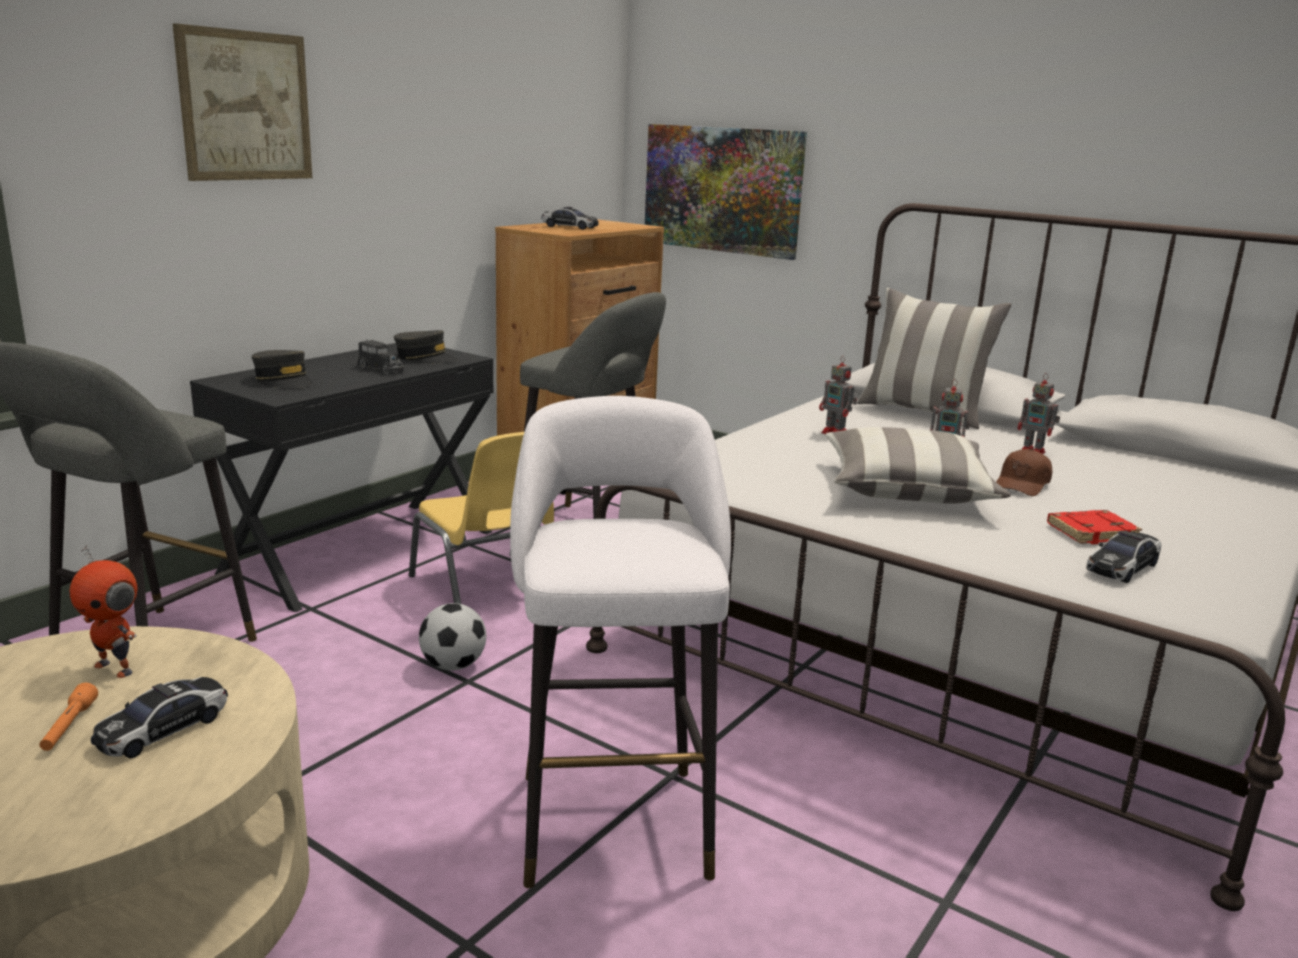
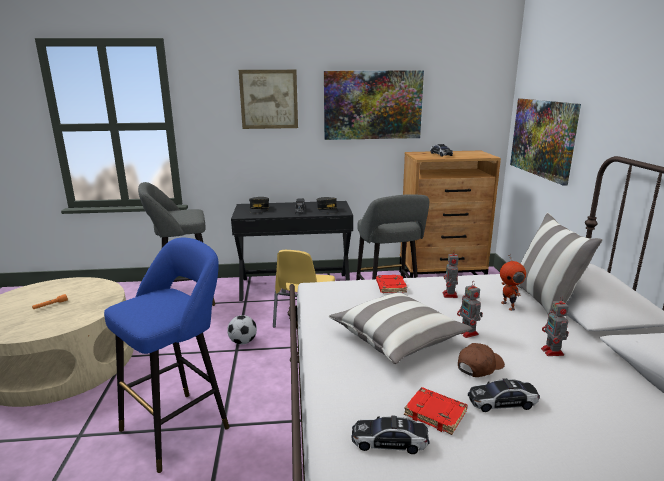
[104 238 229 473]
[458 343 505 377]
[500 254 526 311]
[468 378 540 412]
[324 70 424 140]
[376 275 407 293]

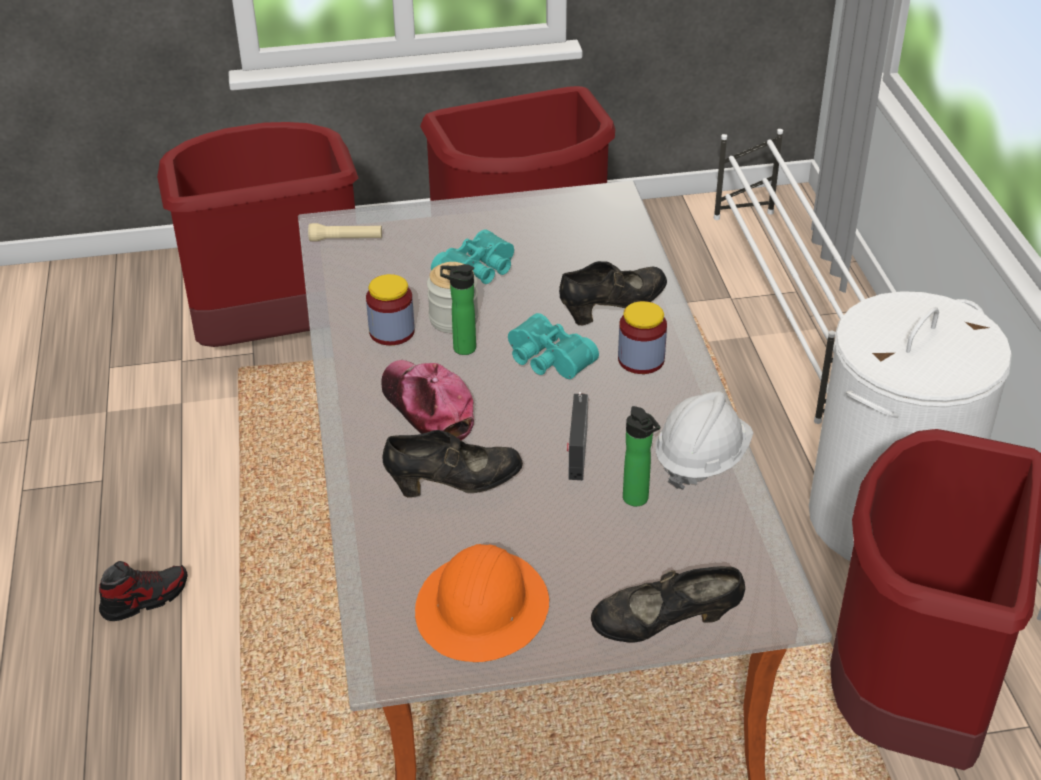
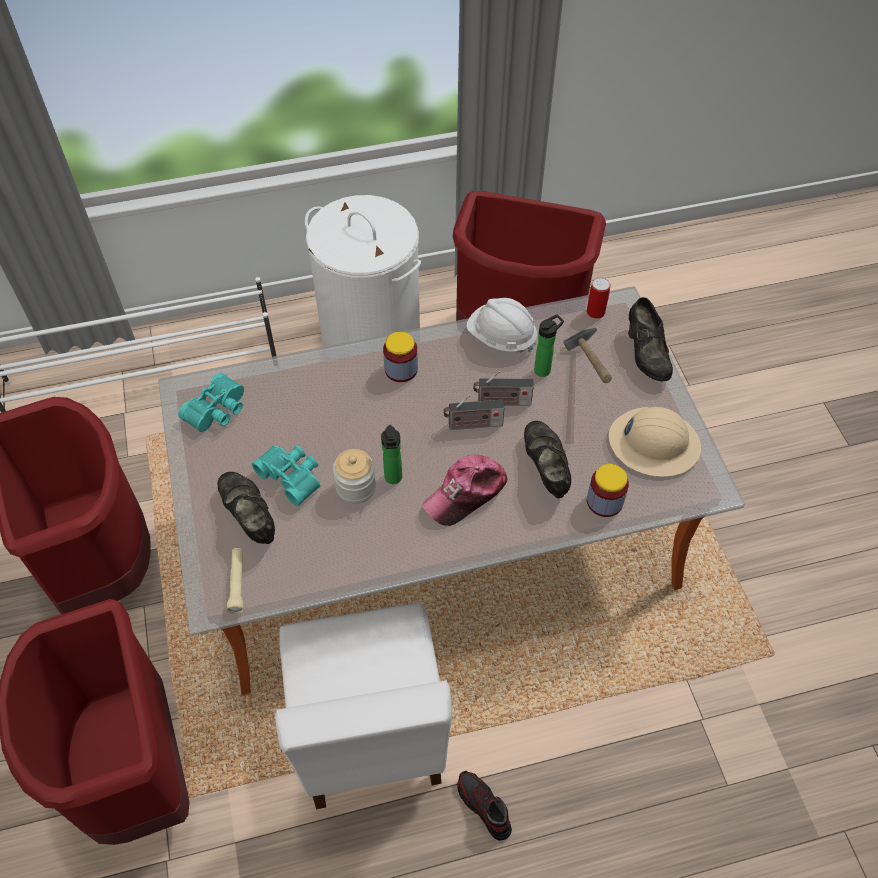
[217 472 275 544]
[587 464 629 517]
[178 373 244 432]
[609 407 701 476]
[586 277 611 319]
[563 328 612 383]
[443 394 505 430]
[275 603 452 809]

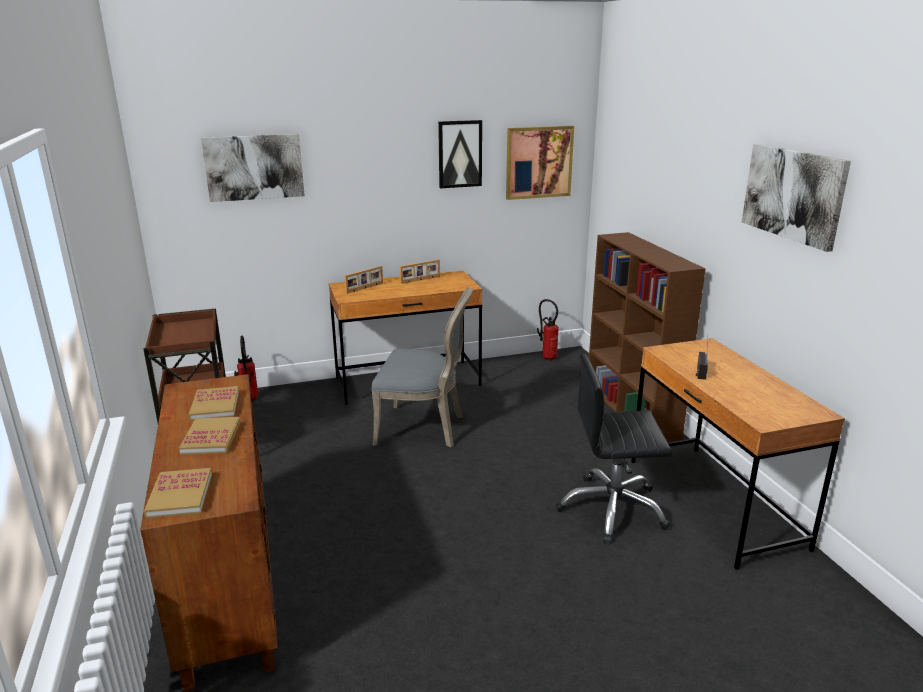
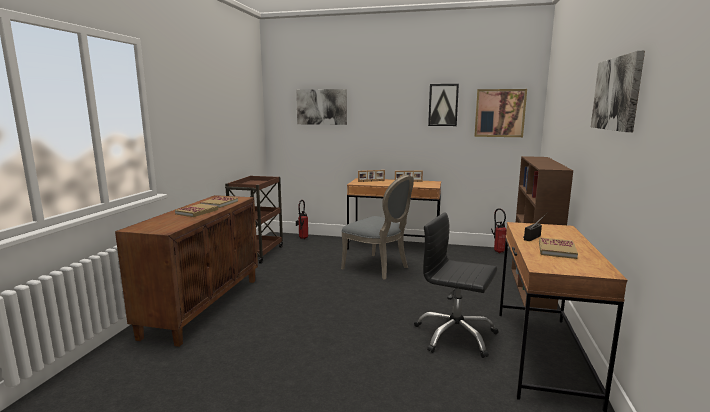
[539 237 578 259]

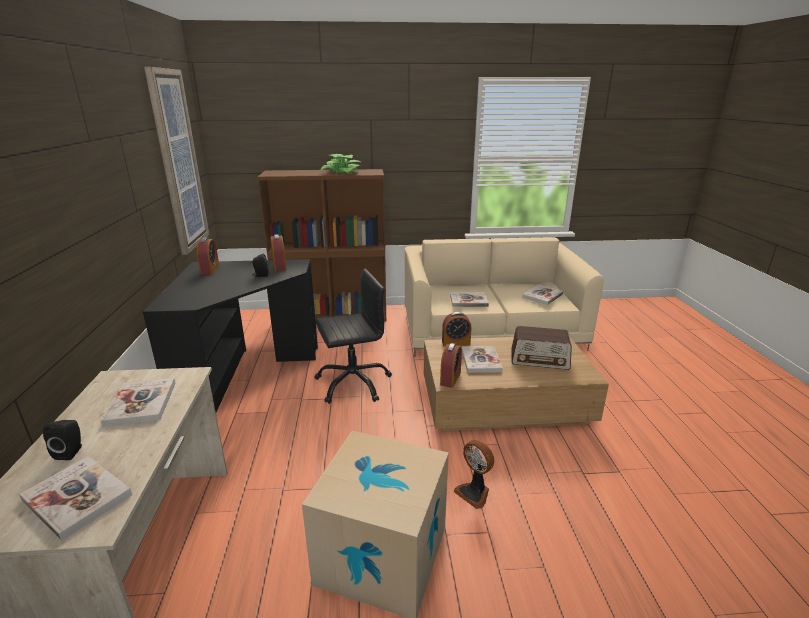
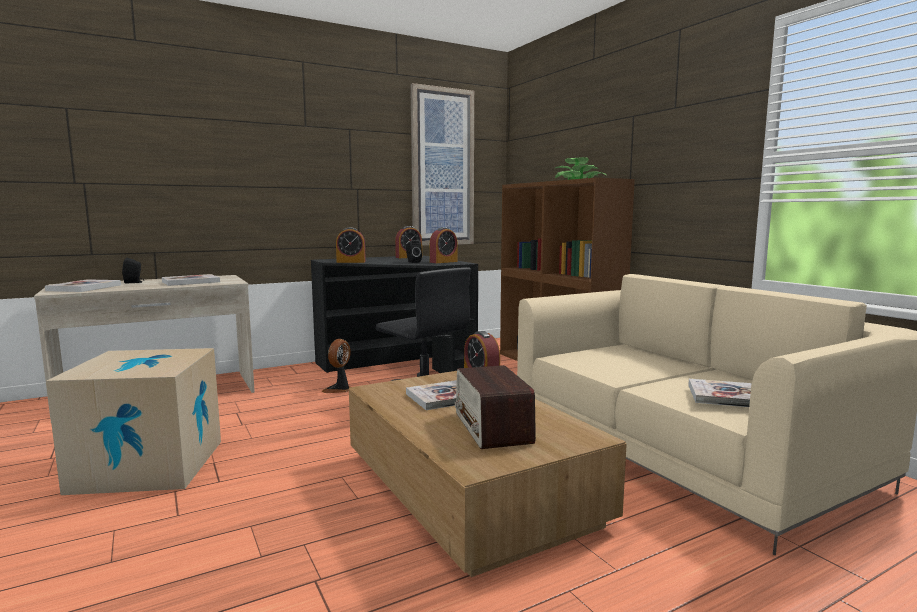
[450 292 489 307] (first image)
[336 227 366 263]
[322 339 351 393]

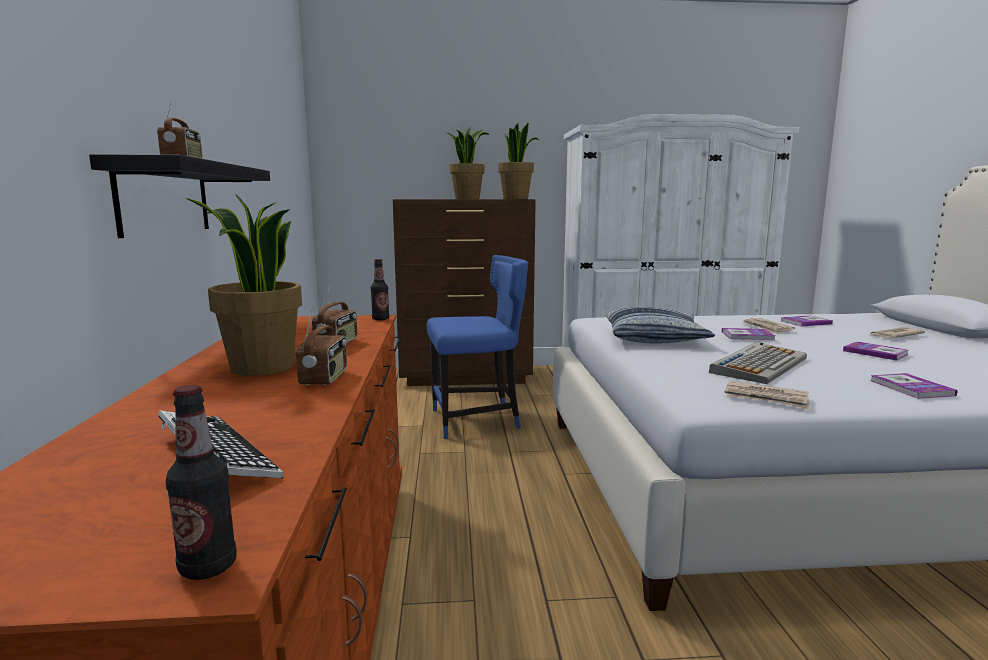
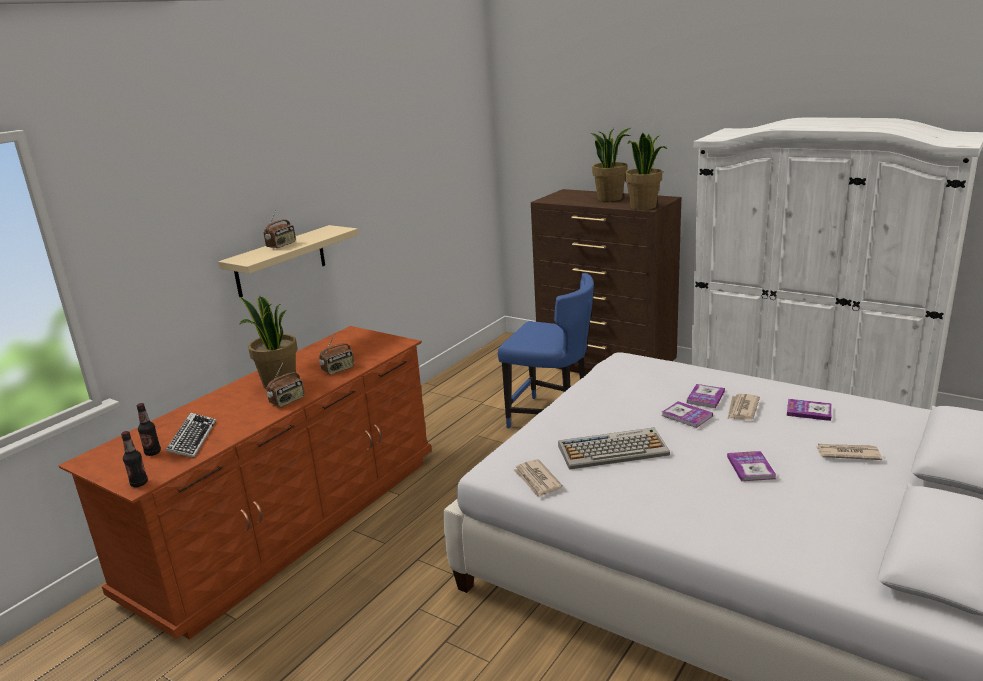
[218 225 359 298]
[137 403 161 456]
[606 307 715 344] (first image)
[686 384 725 408]

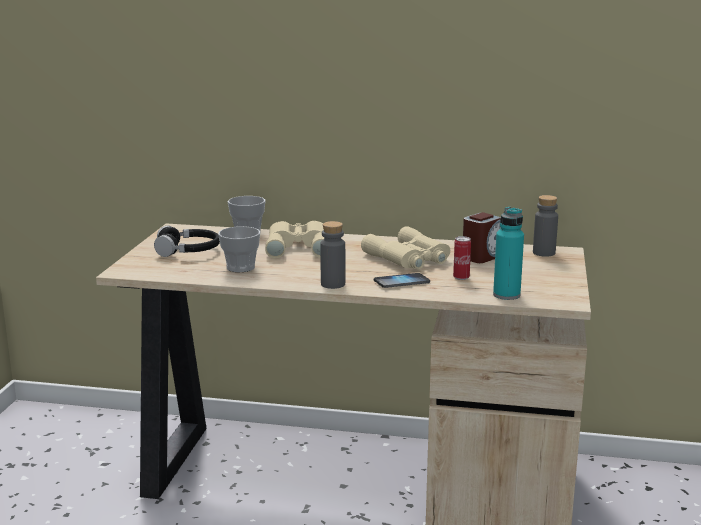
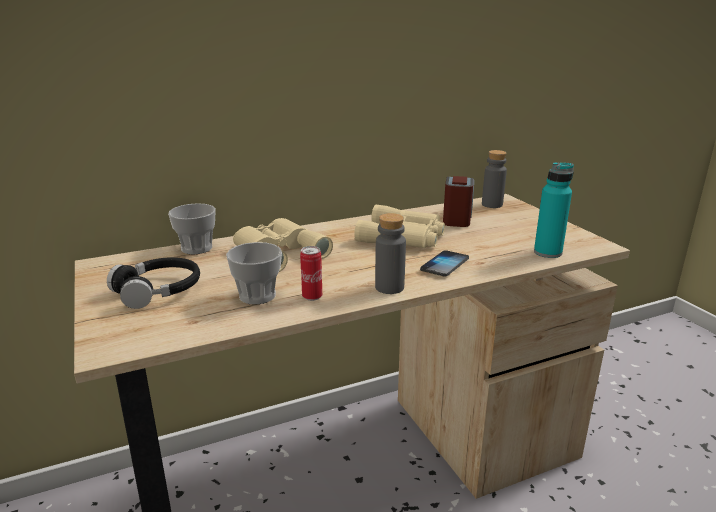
[300 246 322 301]

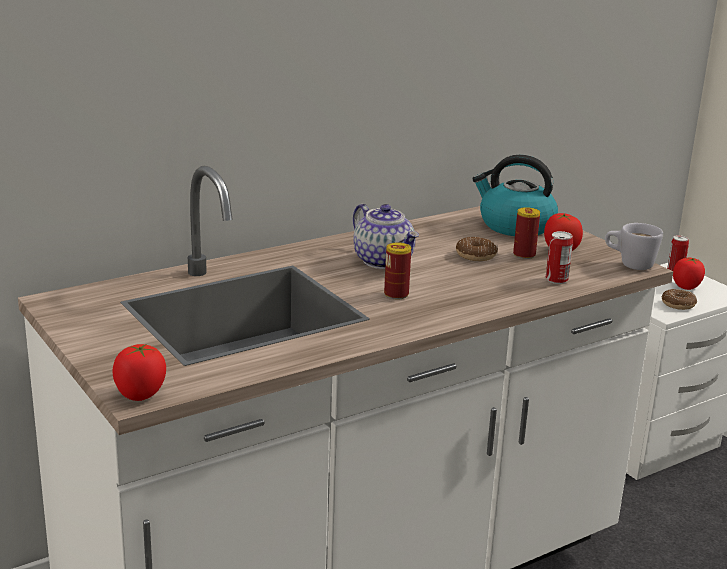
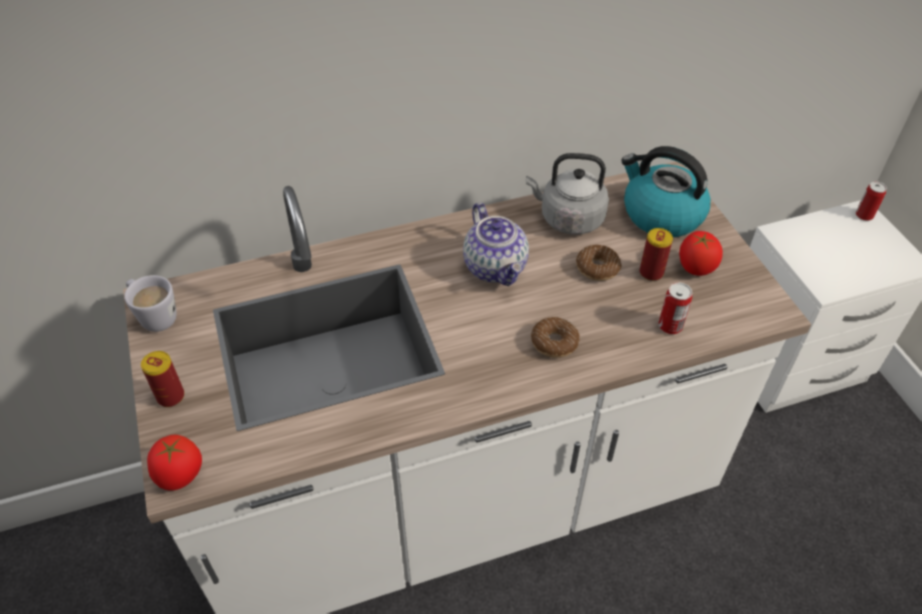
[124 275 177 332]
[141 351 184 407]
[673 258 705 290] (first image)
[531 317 580 358]
[526 153 609 234]

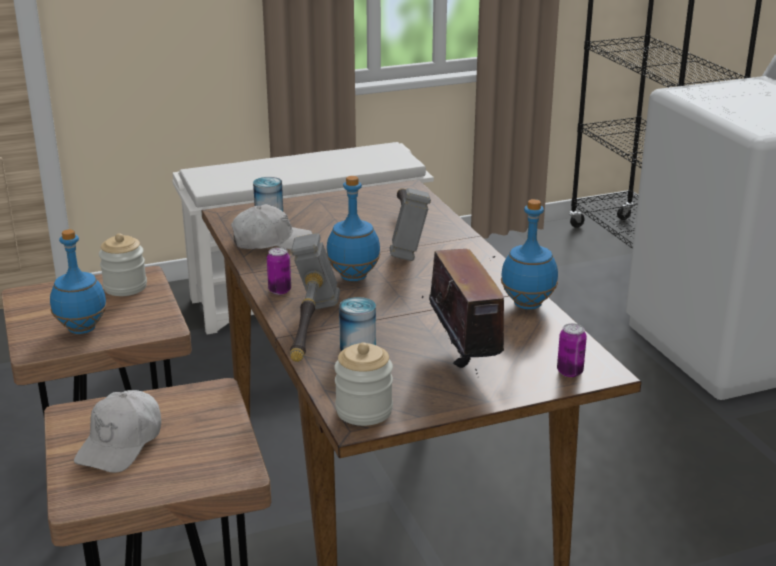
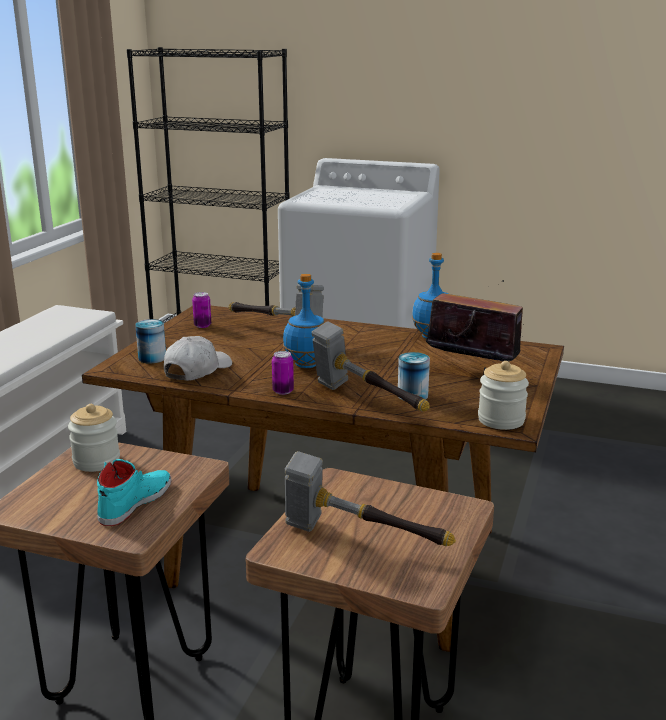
[97 459 172 526]
[192 292 211 328]
[285 451 456 546]

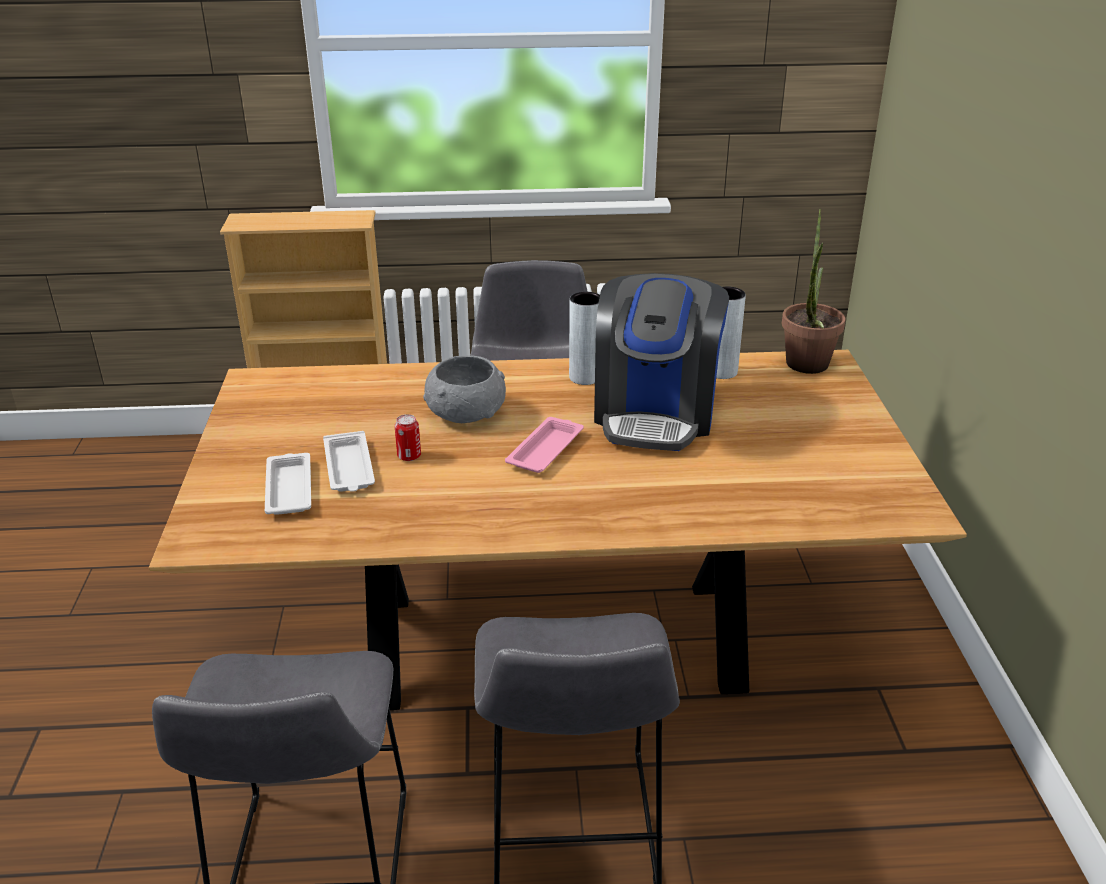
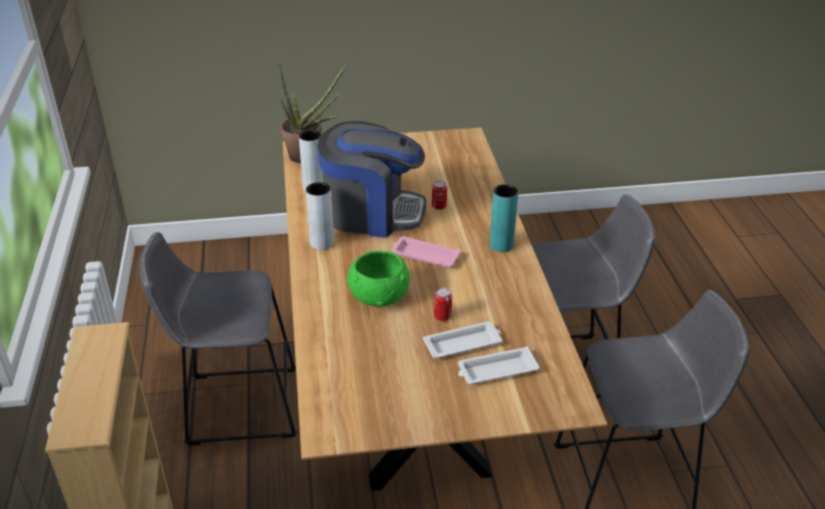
[347 251 410 307]
[432 180 447 210]
[490 184 518 252]

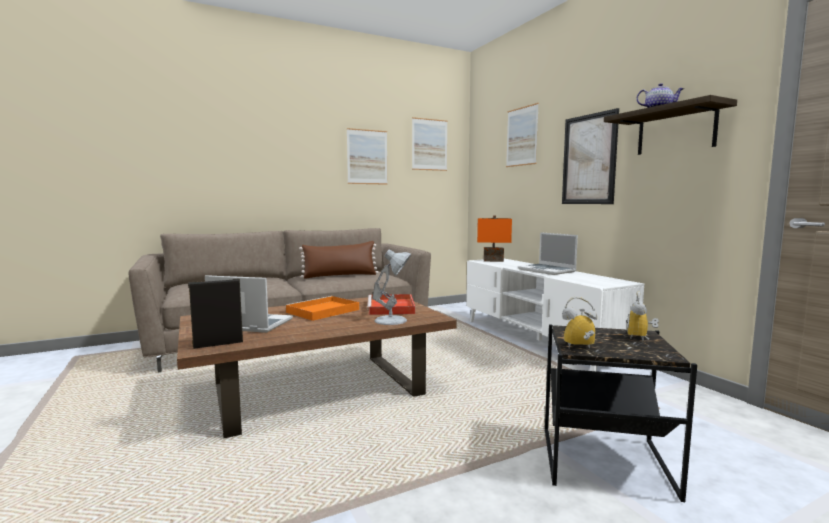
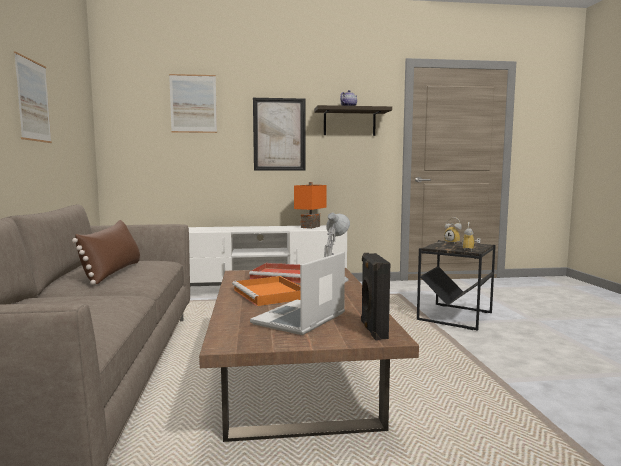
[412 117 448 171] (first image)
[294 182 327 229]
[518 232 578 275] (first image)

